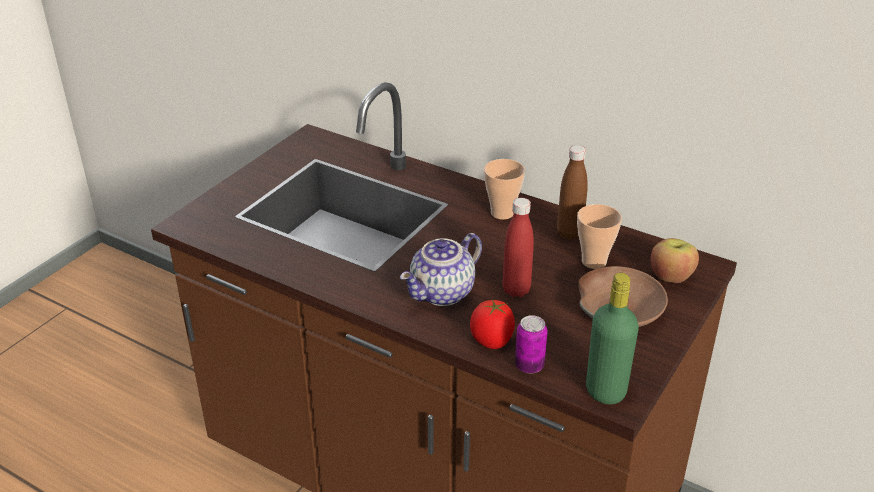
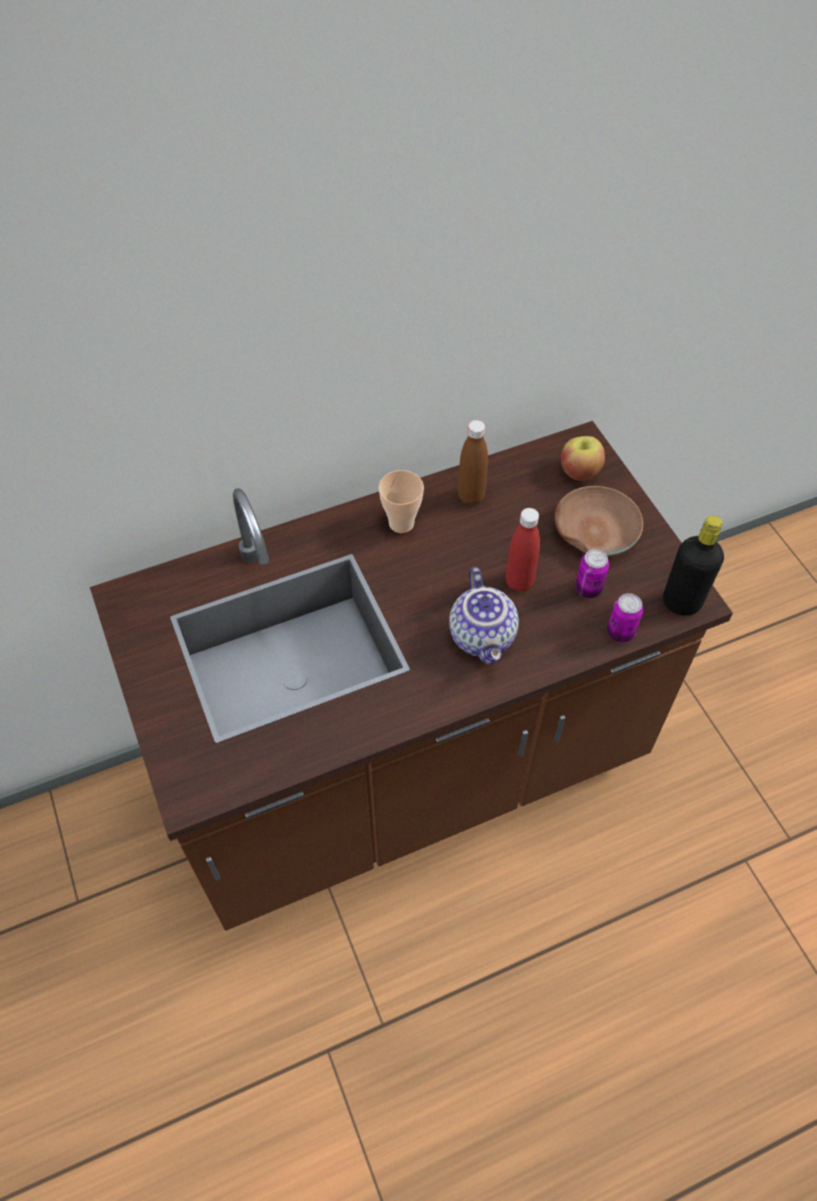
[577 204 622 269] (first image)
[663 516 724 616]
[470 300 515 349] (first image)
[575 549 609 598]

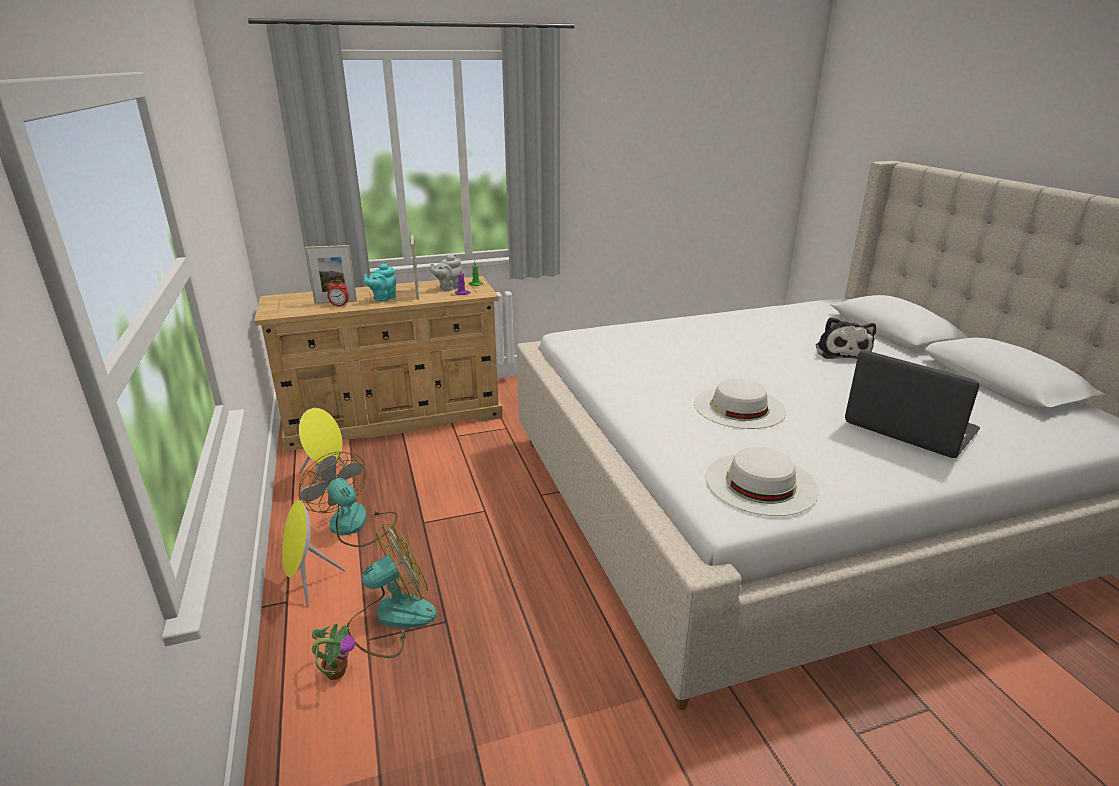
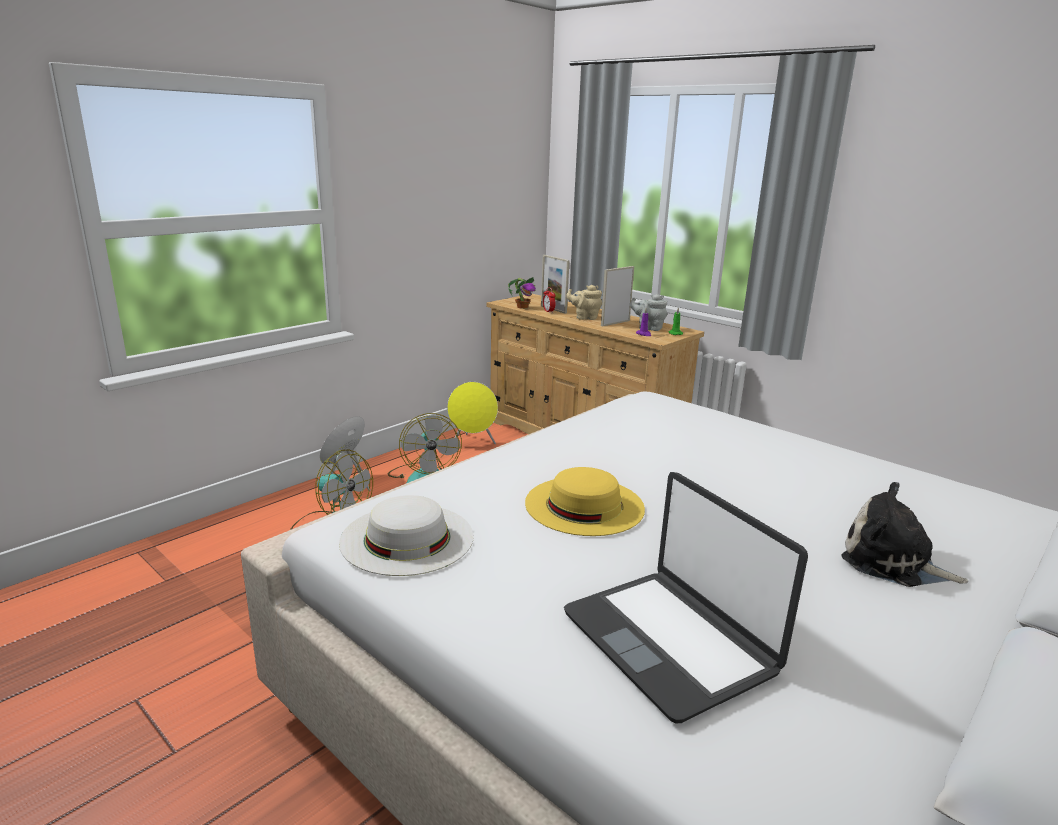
[566 285 602 320]
[842 482 968 587]
[564 472 808 723]
[525 467 645 536]
[388 413 462 483]
[508 277 536 309]

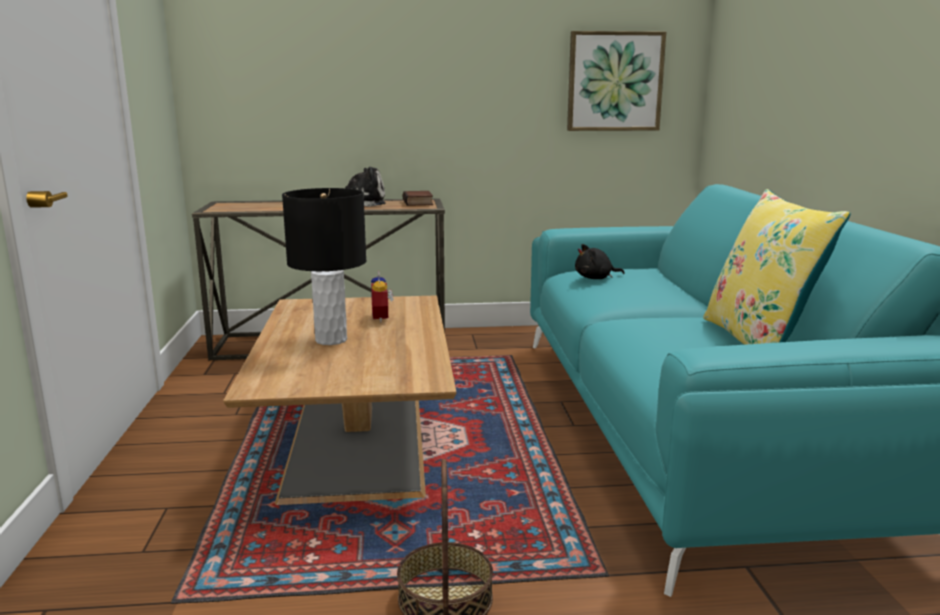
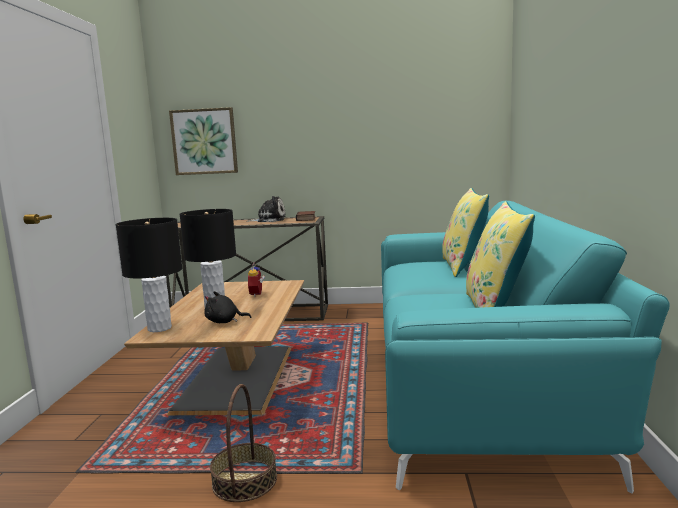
[169 107 238 175]
[204 291 251 323]
[442 188 489 277]
[116 218 182 332]

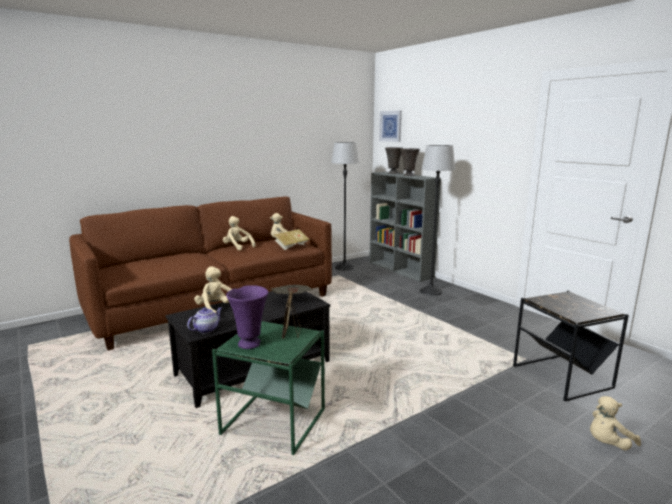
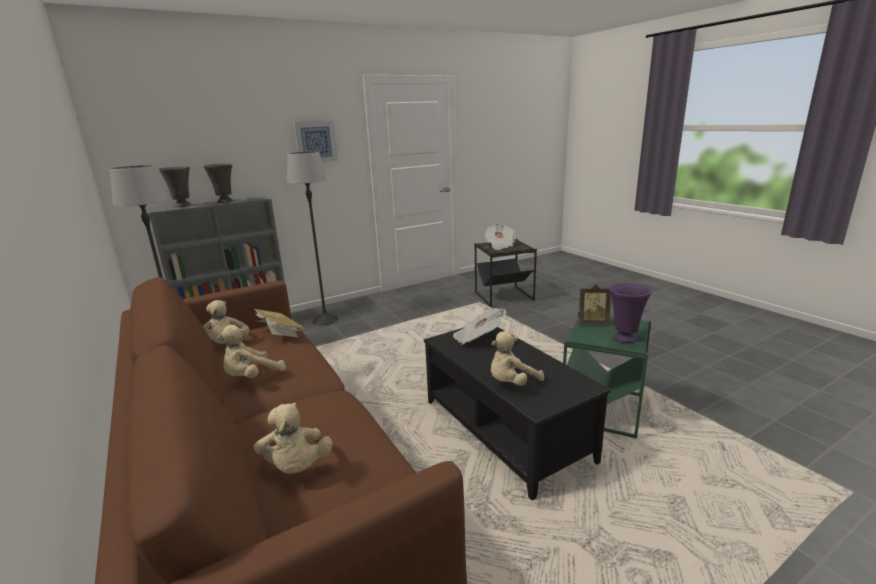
[294 121 338 162]
[187 307 222 334] (first image)
[254 403 333 474]
[484 224 515 250]

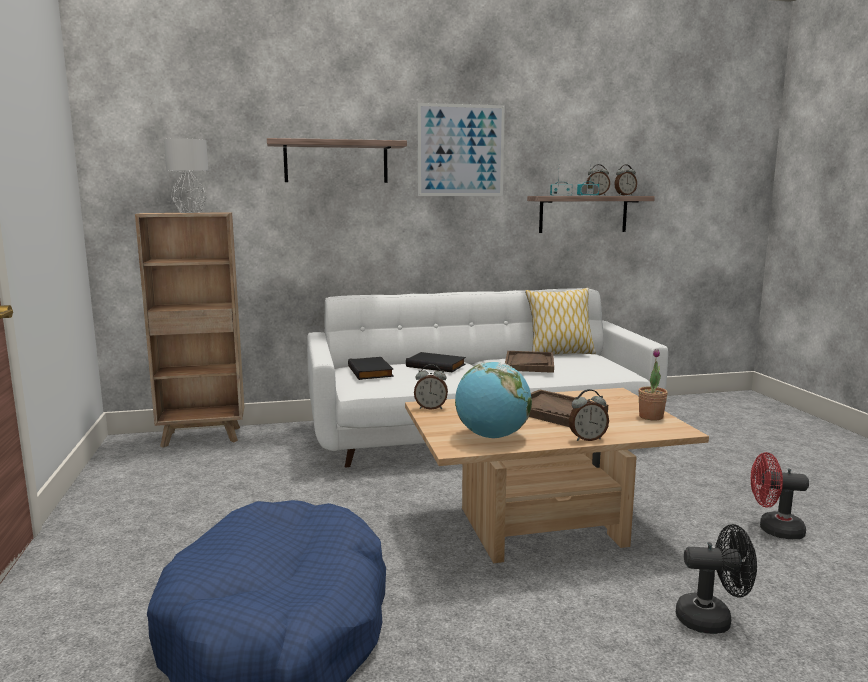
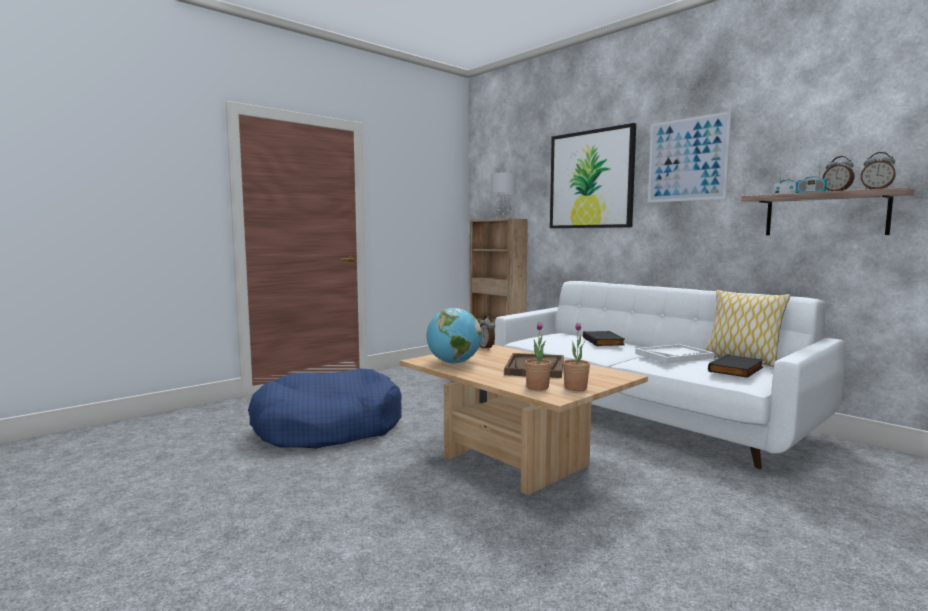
[550 123 636 228]
[635 344 714 364]
[708 354 763 378]
[569 389 609 441] (first image)
[751 452 809 539] (first image)
[676 524 757 634] (first image)
[525 322 551 390]

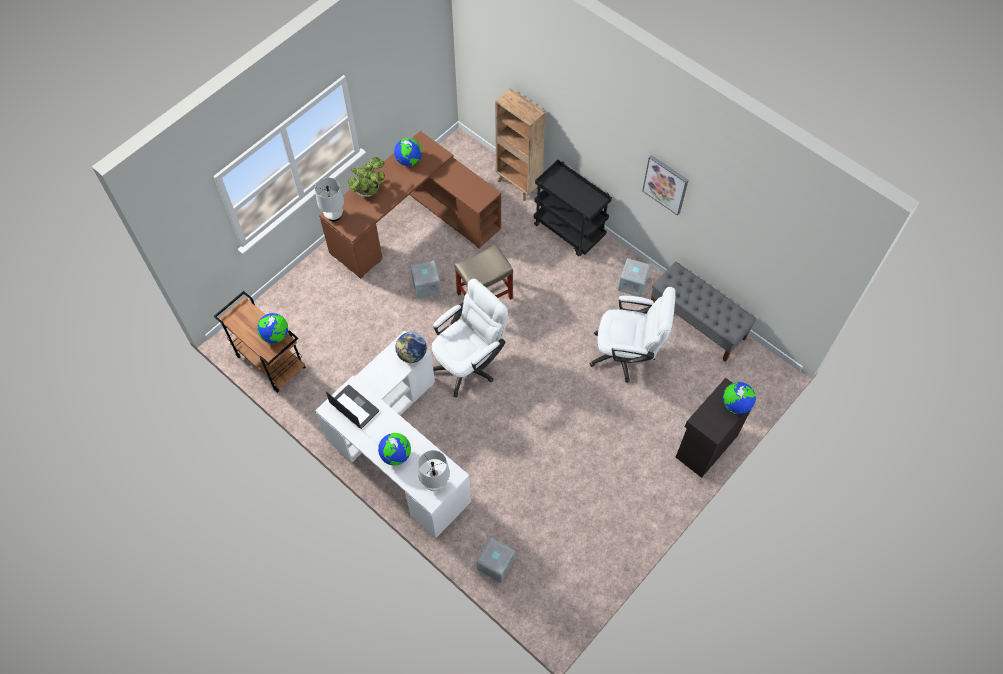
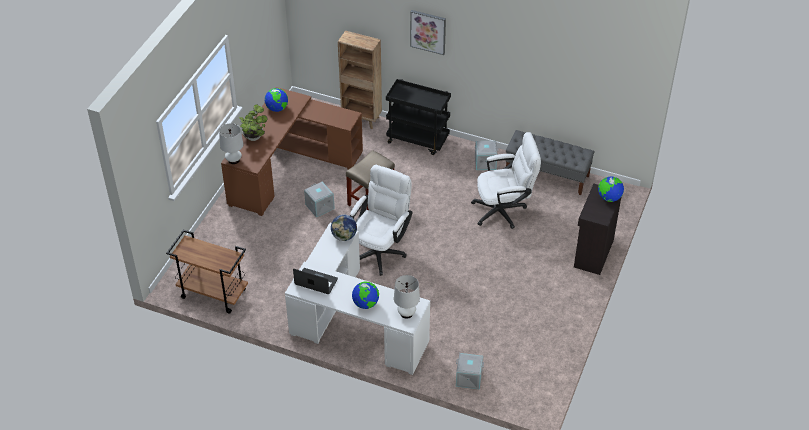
[410 10 446 55]
[257 313 288 343] (first image)

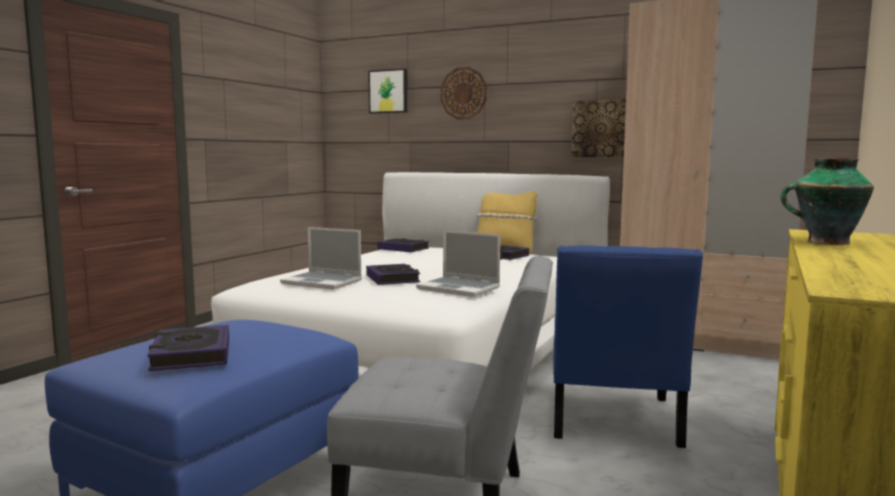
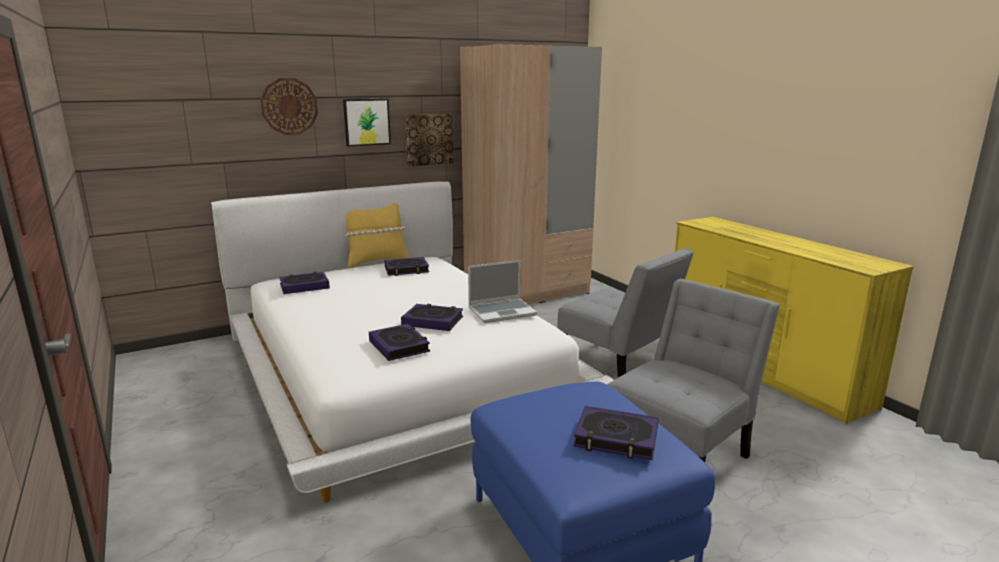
[343 99 391 146]
[781 158 874 245] (first image)
[369 324 430 361]
[557 248 694 377]

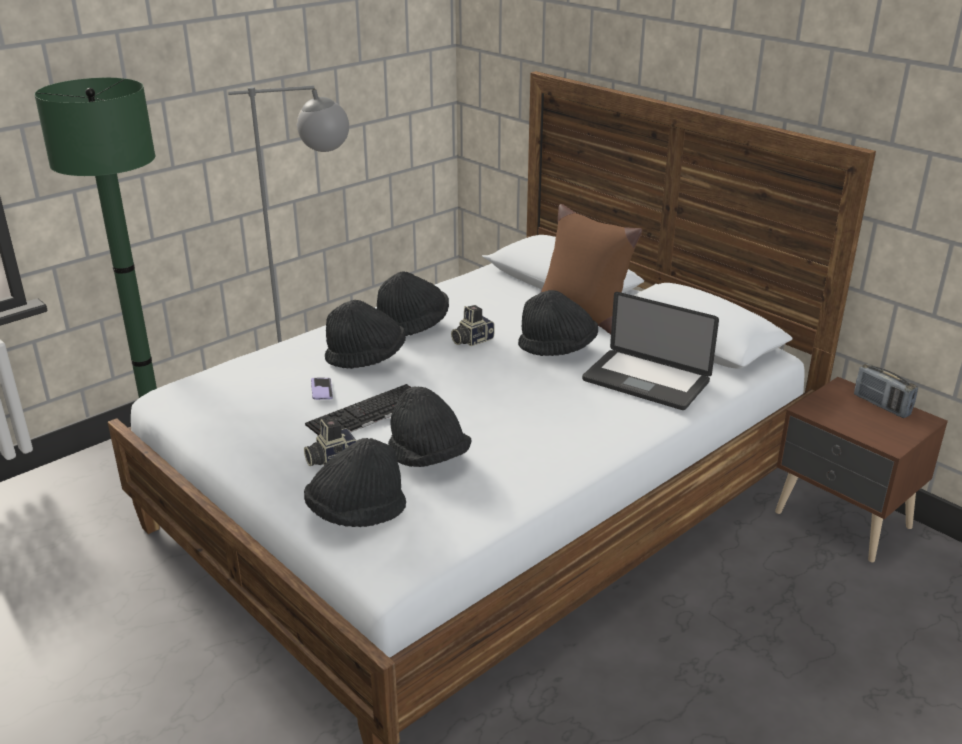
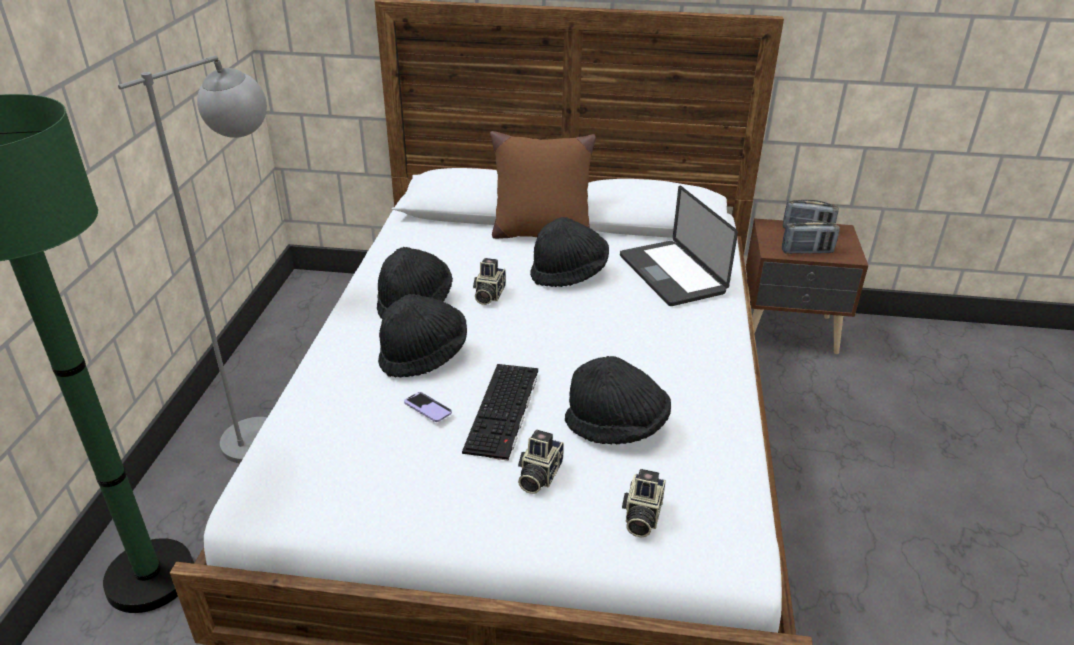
[620 186 738 306]
[622 469 666 537]
[782 221 840 254]

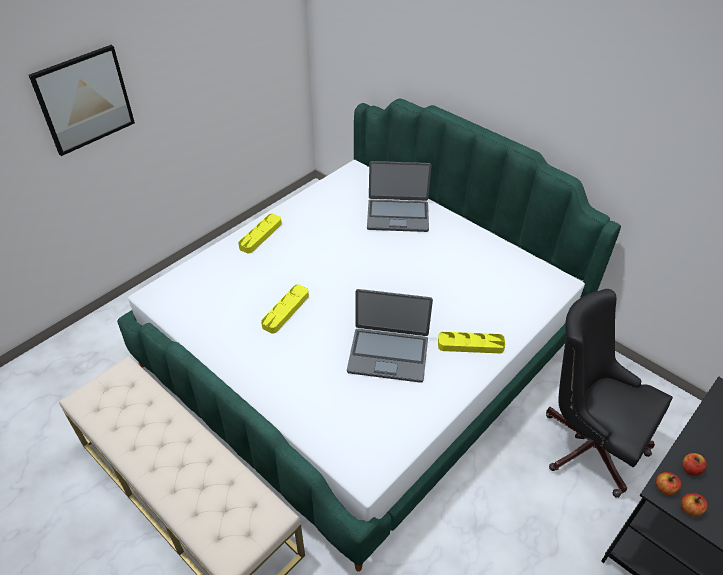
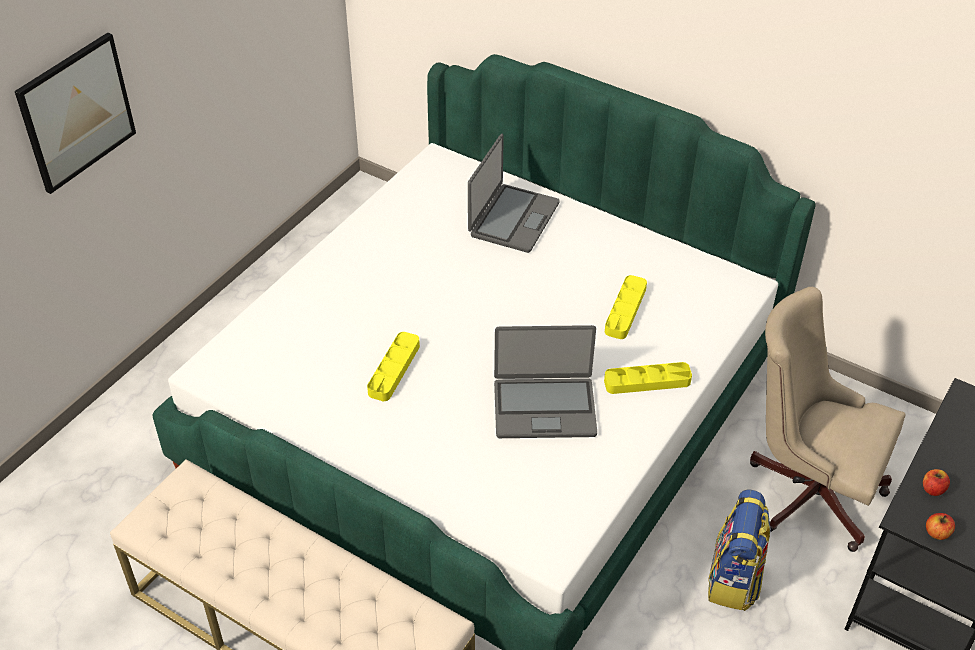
[468 134 560 253]
[605 275 647 339]
[750 287 906 552]
[656 472 681 495] (first image)
[708 489 771 611]

